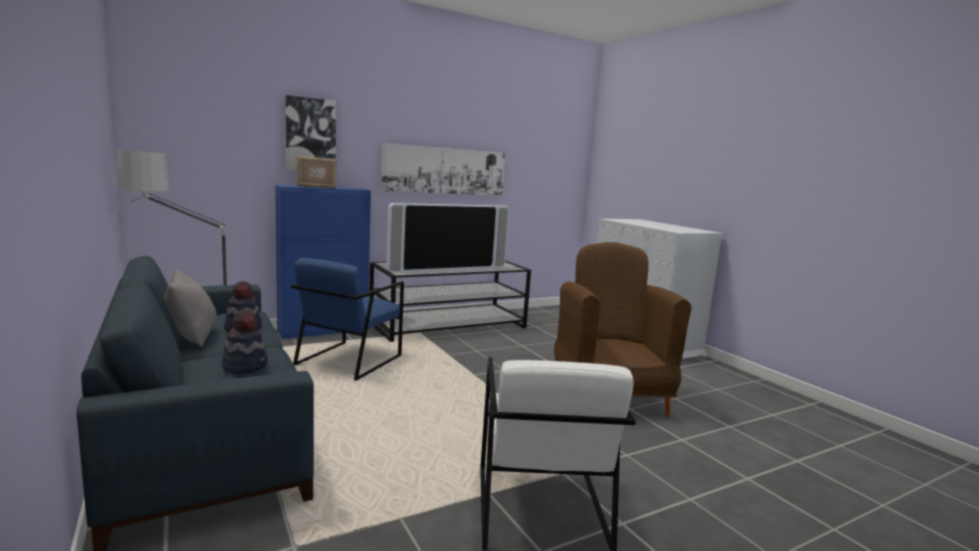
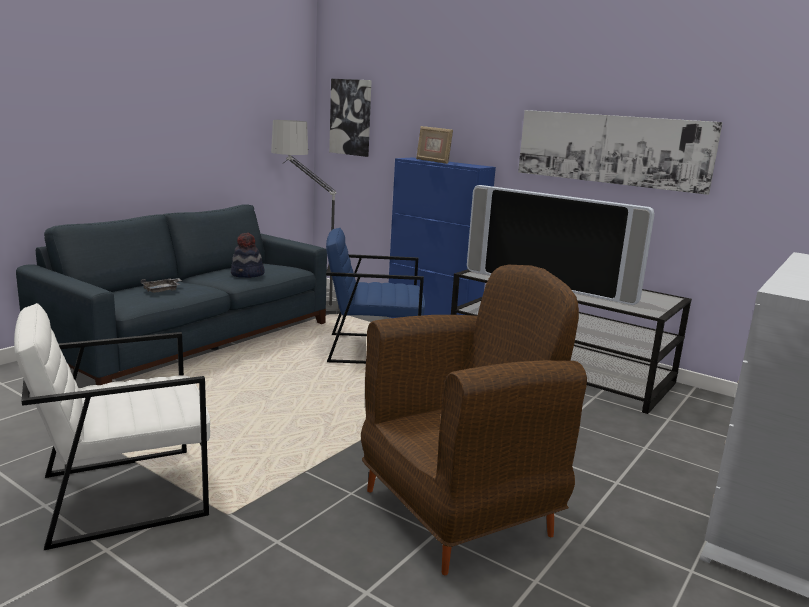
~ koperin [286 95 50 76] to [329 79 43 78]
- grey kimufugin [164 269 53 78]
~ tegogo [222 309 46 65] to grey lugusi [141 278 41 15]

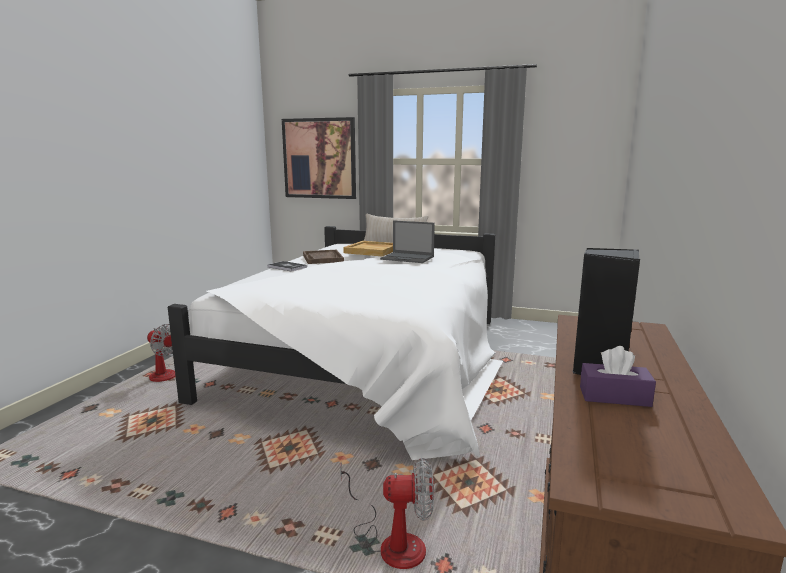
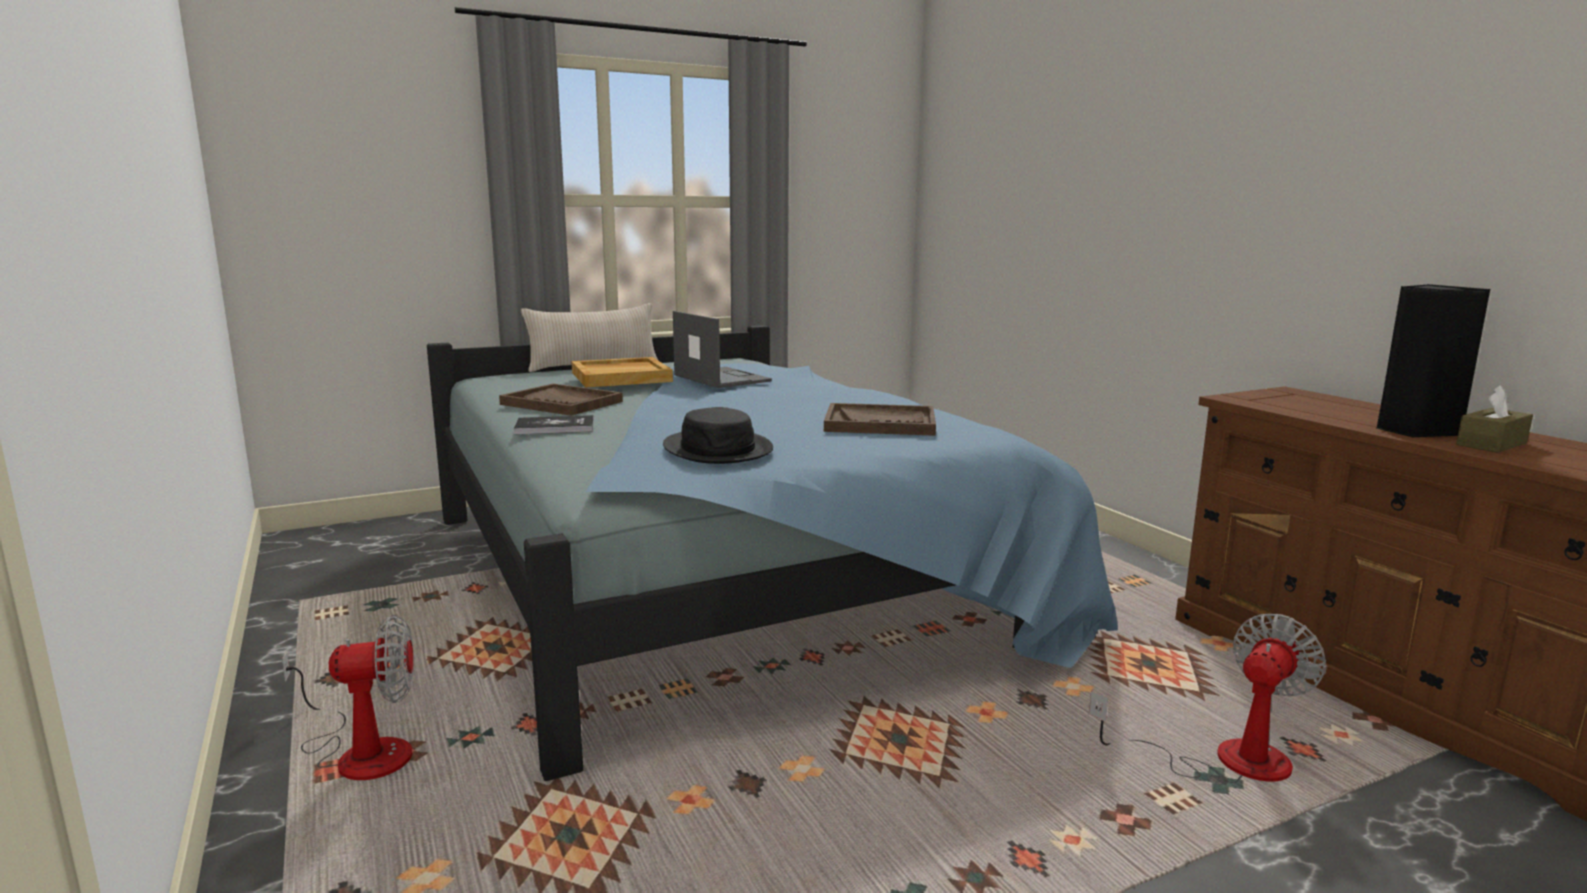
- koperin [282 117 74 82]
~ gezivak [380 220 55 43] = [673 311 99 77] 105 degrees counterclockwise
~ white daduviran [168 226 335 234] to blue daduviran [427 325 691 456]
~ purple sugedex [580 346 76 61] to brown sugedex [1456 385 77 68]
+ brown lugusi [824 403 112 33]
+ black tegogo [663 407 110 57]

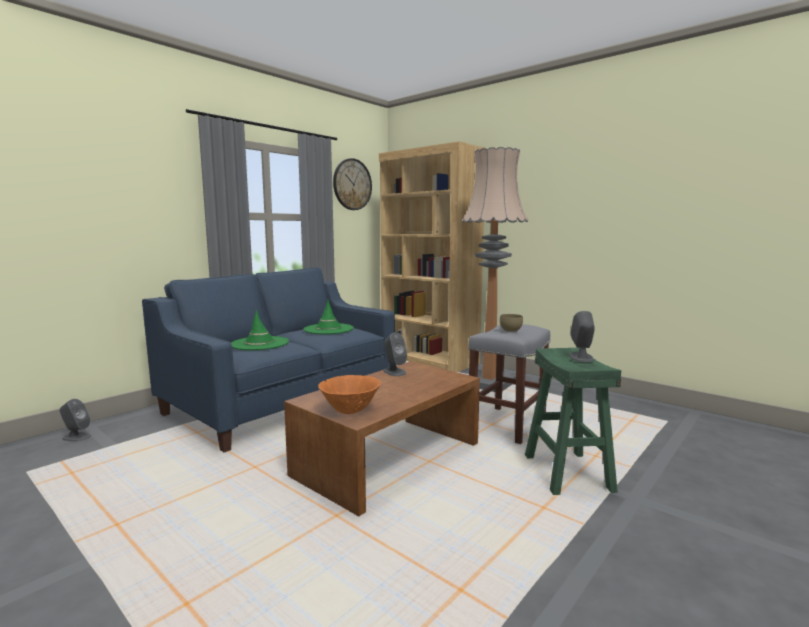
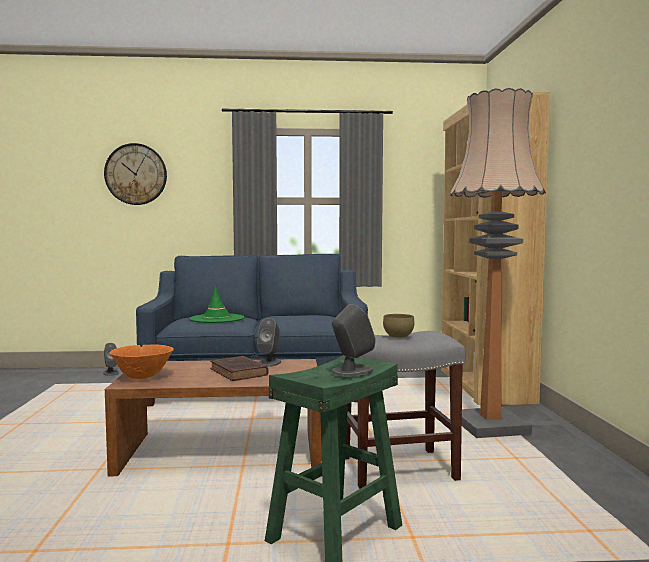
~ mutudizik [333 158 39 52] to [104 143 63 62]
- green tegogo [303 300 51 34]
+ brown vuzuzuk [210 356 58 25]

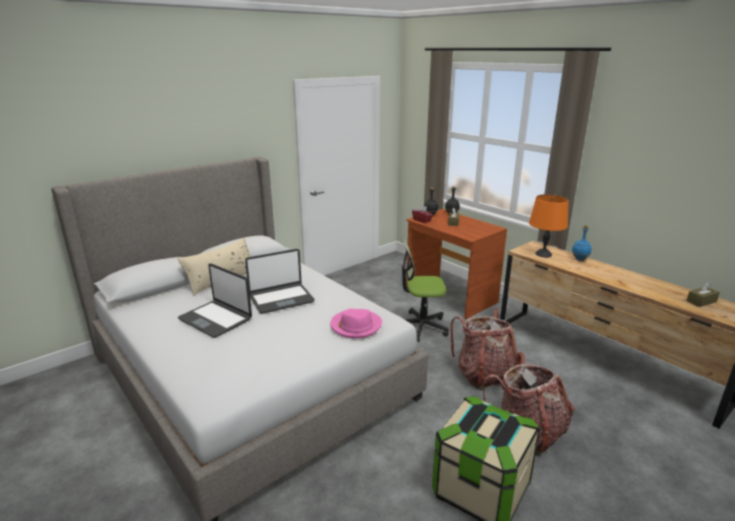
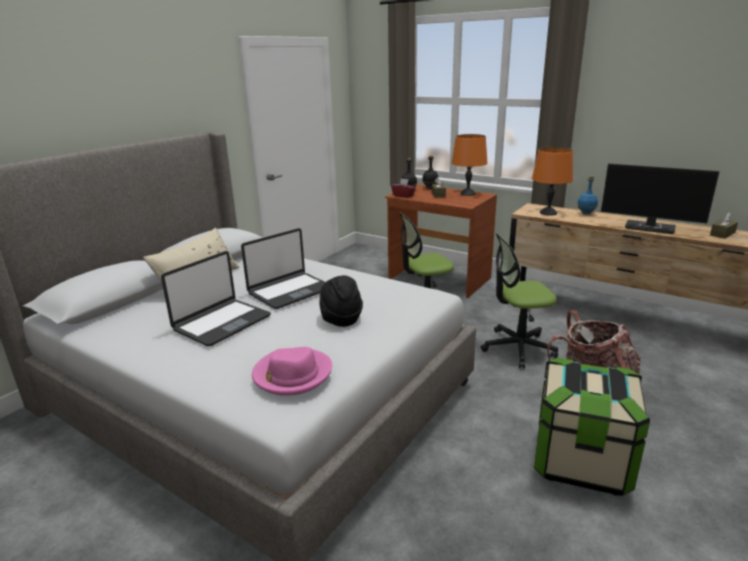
~ gezivak [178 263 74 75] = [161 251 110 95] 75 degrees counterclockwise
~ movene [450 308 68 82] to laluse [481 233 77 136]
~ pink tegogo [330 309 52 30] to [252 347 80 49]
+ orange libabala [452 134 36 62]
+ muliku [601 163 119 71]
+ black tegogo [320 275 43 52]

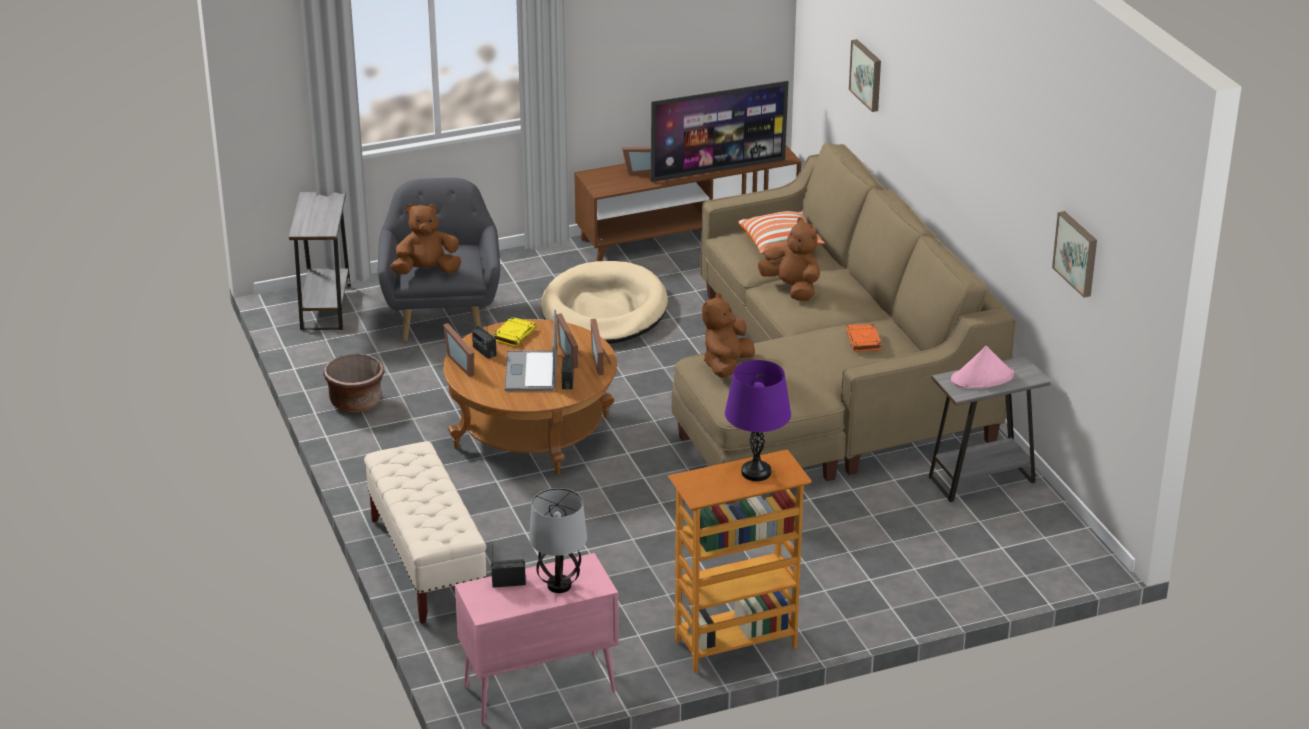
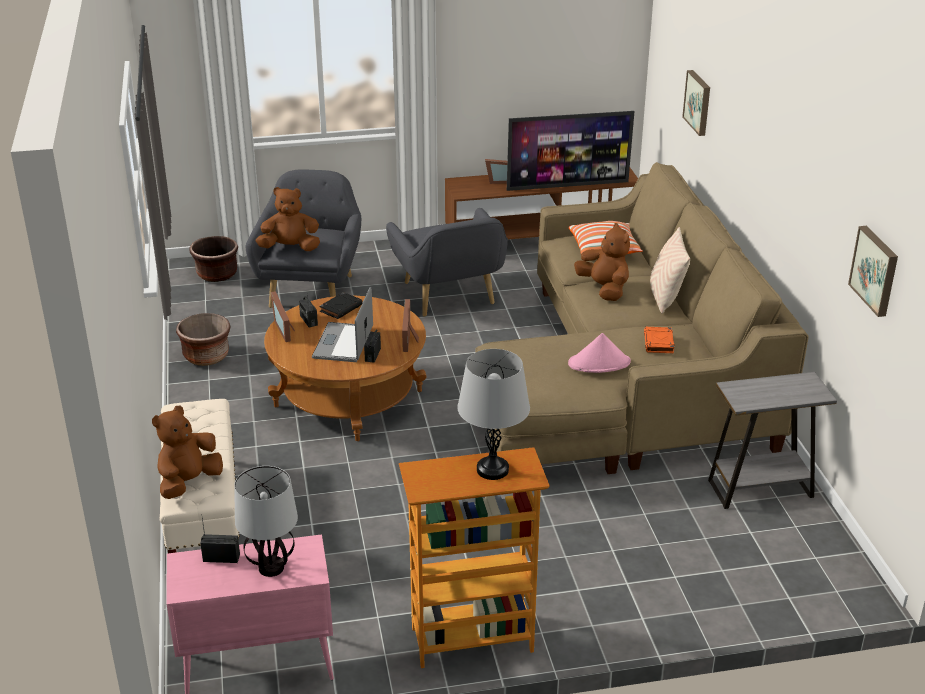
~ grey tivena [289 192 62 138] to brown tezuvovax [189 236 49 46]
~ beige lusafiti [541 261 127 83] to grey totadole [386 208 122 109]
~ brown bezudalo [702 293 53 85] to [152 406 71 93]
- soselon [556 313 26 56]
~ yellow vuzuzuk [492 317 44 30] to black vuzuzuk [319 292 44 27]
~ pink tegogo [951 346 63 42] to [568 333 63 40]
~ purple libabala [725 360 66 121] to grey libabala [457 349 73 131]
+ beige kimufugin [650 227 40 87]

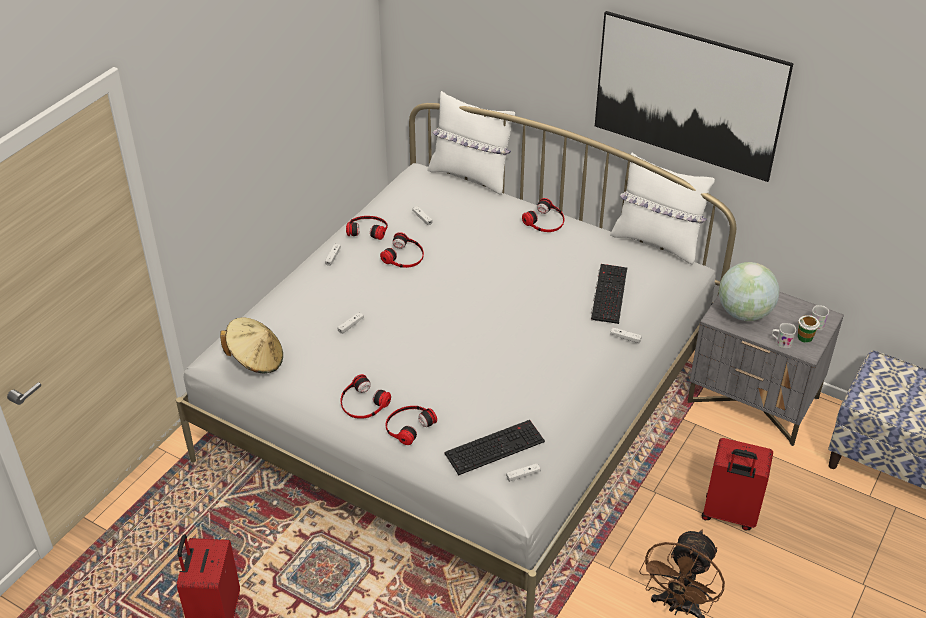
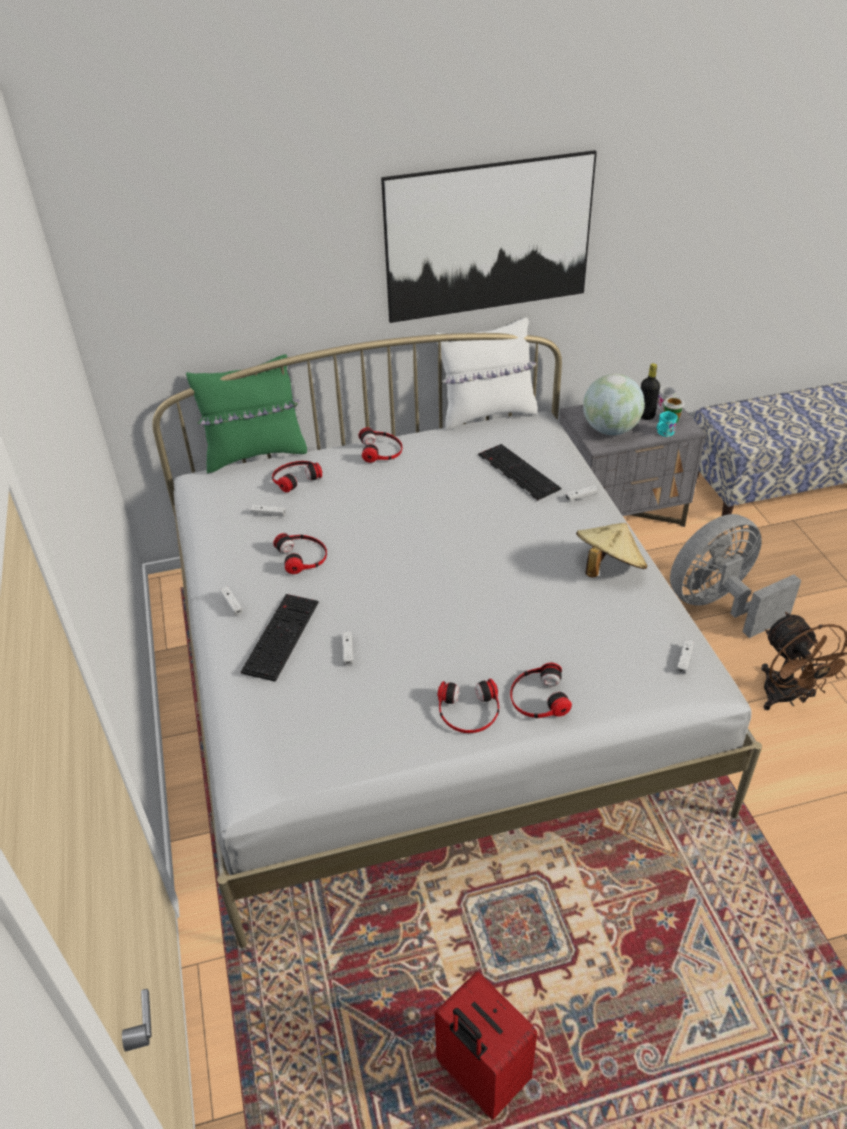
~ white kimufugin [427 91 88 104] to green kimufugin [186 354 121 120]
~ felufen [346 216 42 24] to [272 461 50 32]
~ beige tegogo [220 317 63 57] to [576 523 71 54]
~ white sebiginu [772 323 24 25] to turquoise sebiginu [657 411 21 26]
~ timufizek [444 420 101 55] to [241 594 78 88]
~ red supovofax [702 438 71 93] to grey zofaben [670 514 131 124]
+ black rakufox [641 363 19 57]

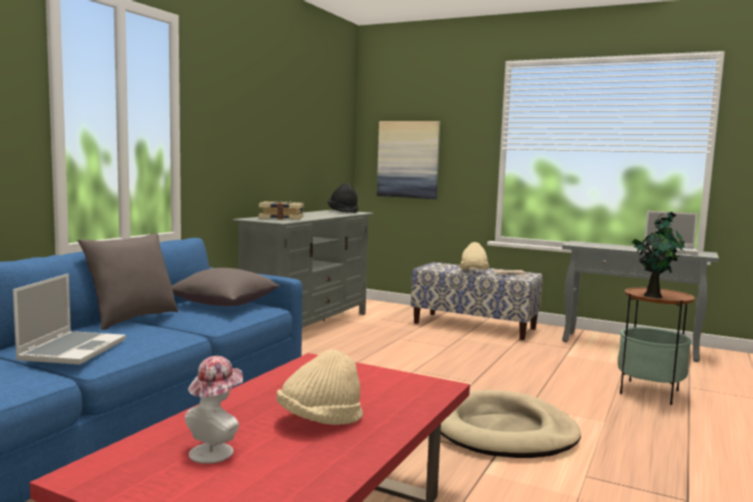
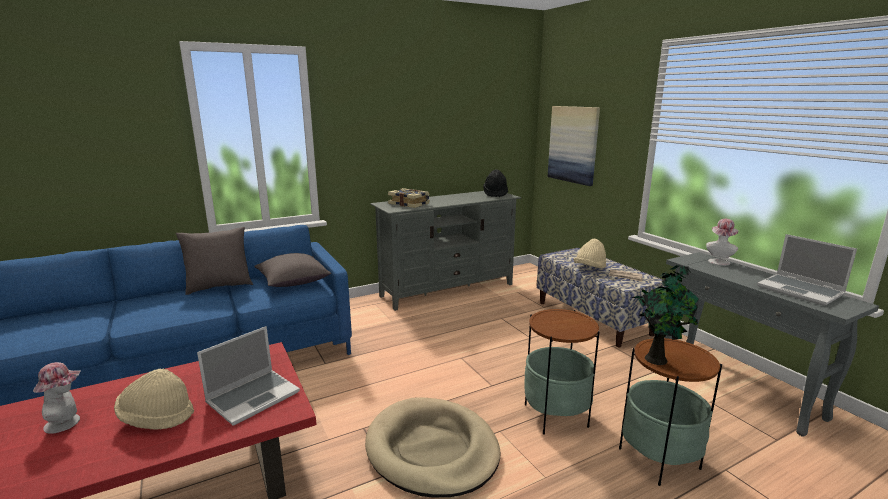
~ gezivak [13 274 113 91] to [197 326 103 100]
+ tegogo [706 219 32 47]
+ tivena [524 309 75 126]

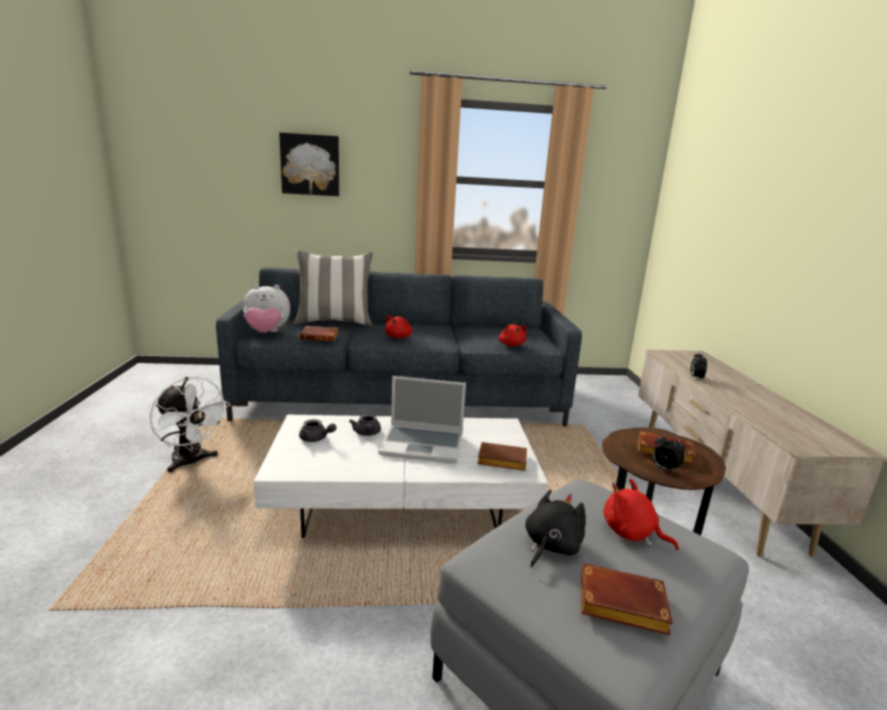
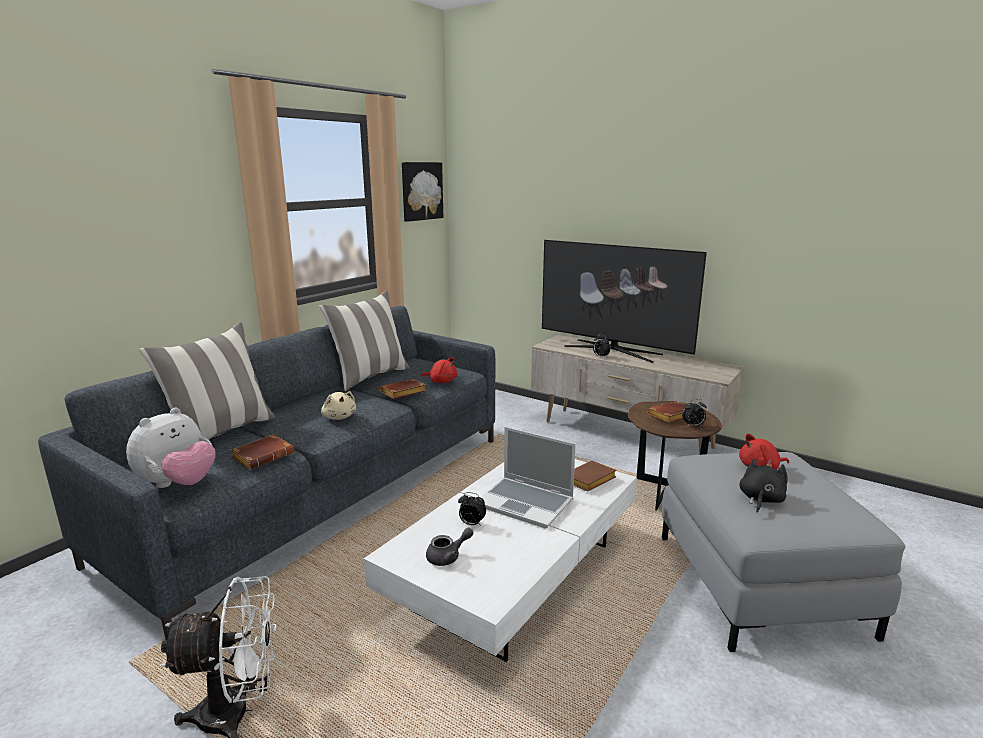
~ koperin [279 132 60 64] to [402 162 41 60]
~ red bezudalo [385 315 27 23] to beige bezudalo [321 392 35 28]
~ gezivak [379 376 87 87] = [481 427 95 102] 75 degrees clockwise
~ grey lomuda [349 414 32 22] to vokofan [458 492 28 34]
~ black bezudalo [525 489 61 79] = [739 458 49 55] 45 degrees clockwise
~ brown vuzuzuk [581 564 92 71] to [380 379 46 20]
+ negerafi [542 240 165 123]
+ kimufugin [319 290 91 101]

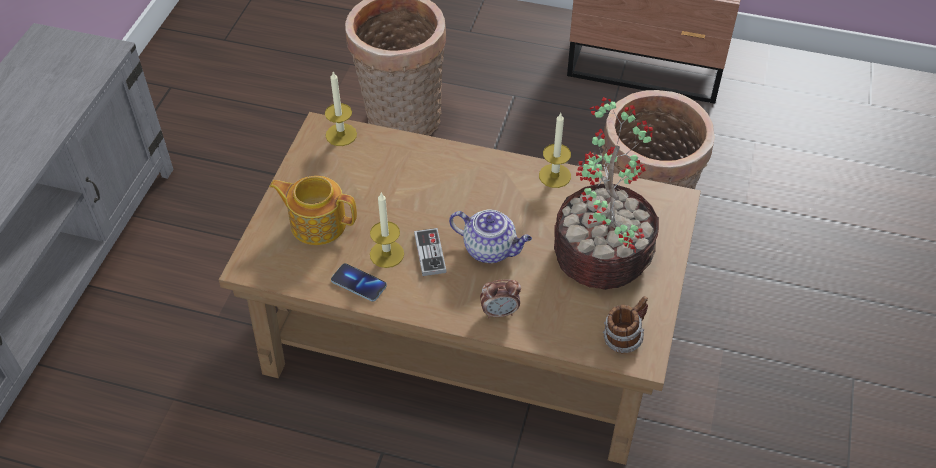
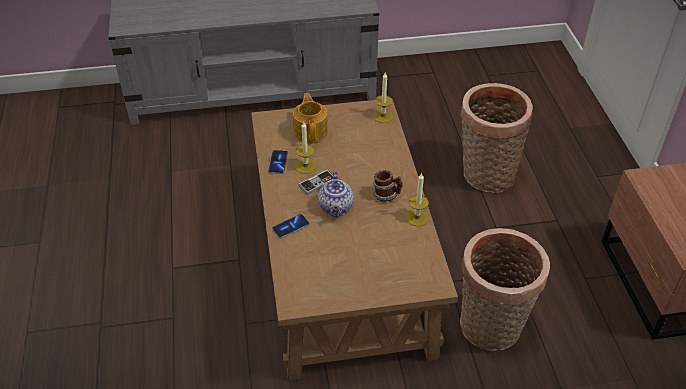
- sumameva [554 97 105 193]
~ vokofan [480 279 41 39] to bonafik [272 214 37 25]
~ sebiginu [603 296 45 57] to [373 170 30 32]

